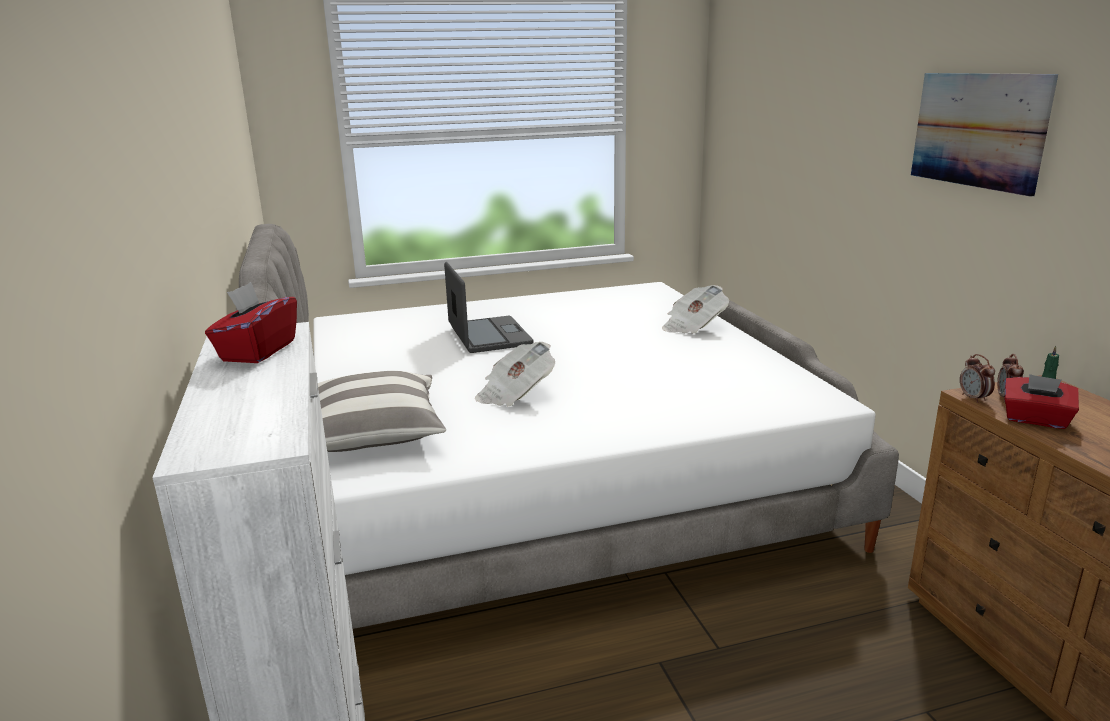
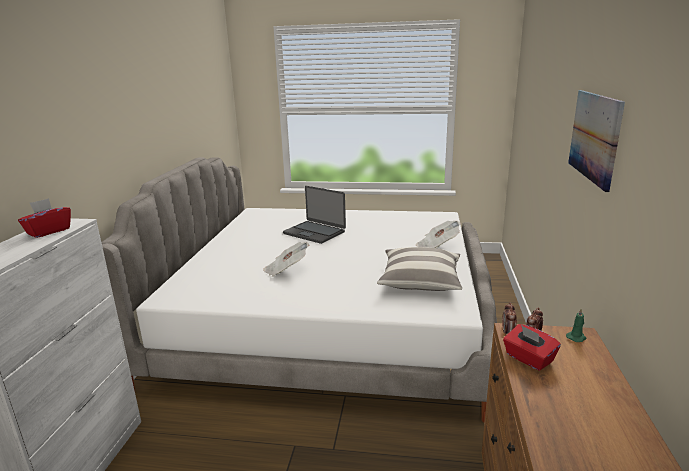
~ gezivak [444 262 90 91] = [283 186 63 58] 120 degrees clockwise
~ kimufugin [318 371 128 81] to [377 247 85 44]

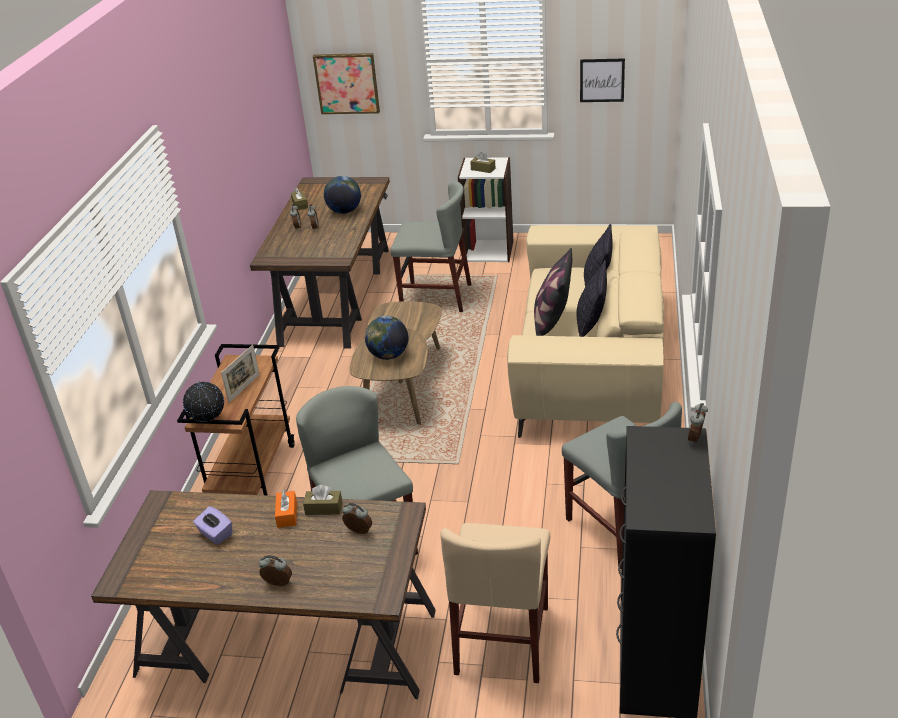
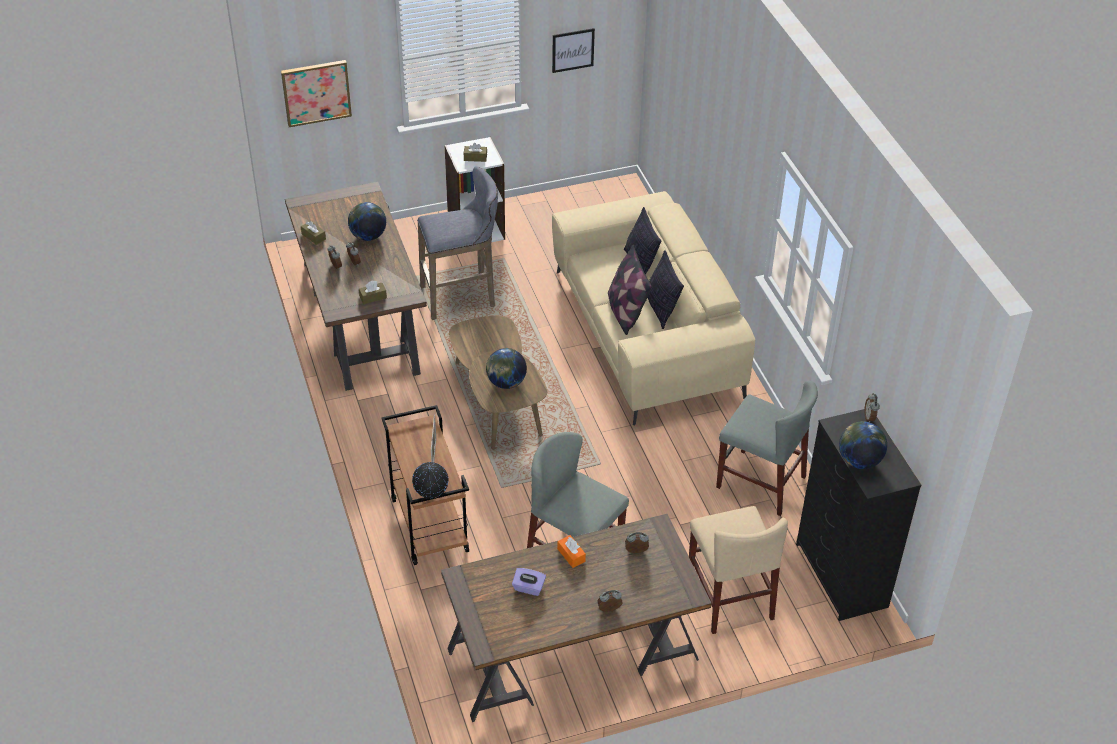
~ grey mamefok [391 181 80 131] to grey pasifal [417 166 81 154]
~ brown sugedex [303 485 39 30] to [359 281 28 23]
+ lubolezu [839 421 48 48]

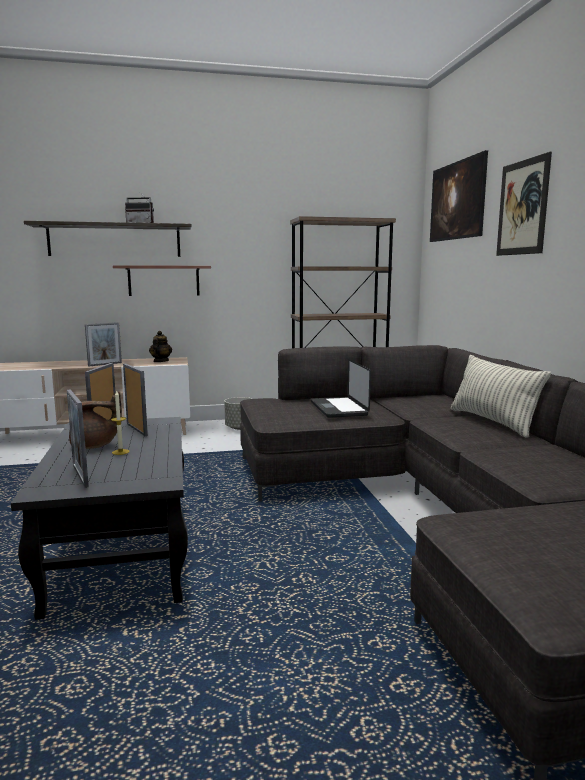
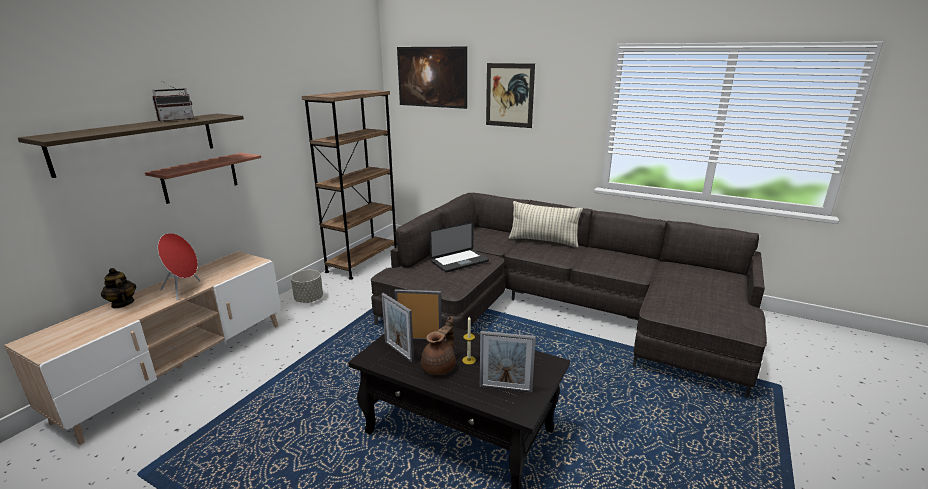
~ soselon [85 322 37 44] to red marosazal [158 233 42 67]
~ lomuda [149 331 23 31] to [101 268 35 40]
~ gezivak [311 359 60 59] = [429 222 60 51] 60 degrees counterclockwise

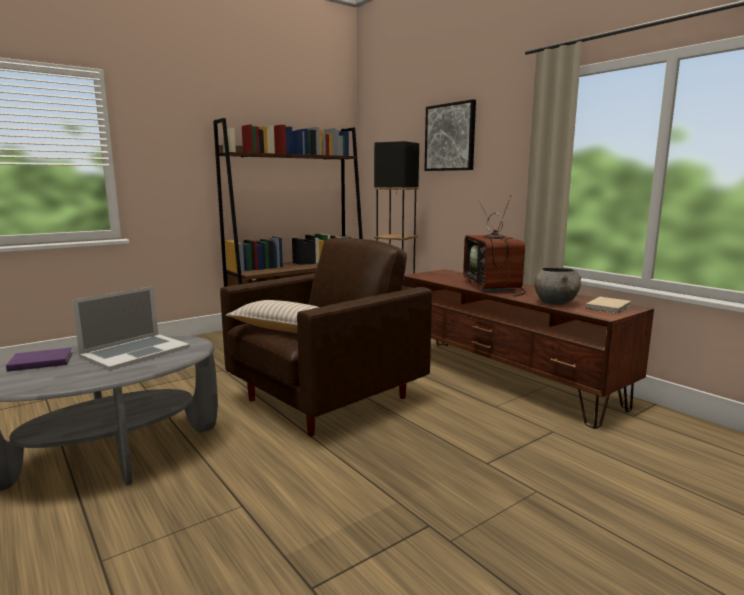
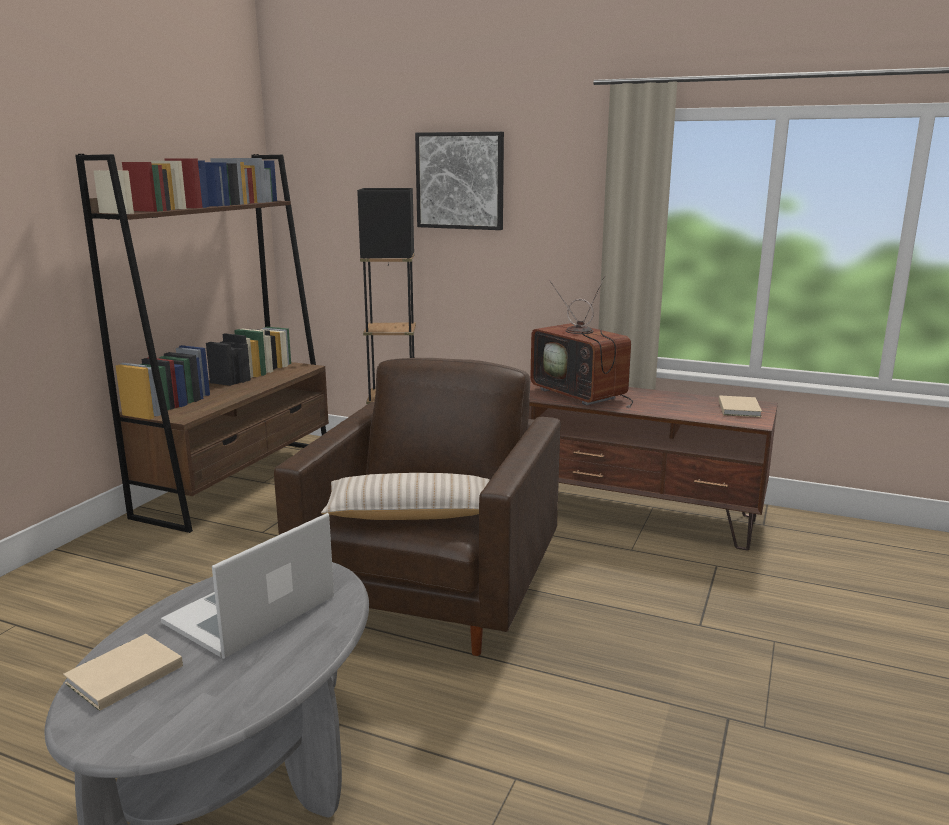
- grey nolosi [534 268 48 37]
~ gezivak [72 286 118 84] = [161 513 173 146] 150 degrees counterclockwise
~ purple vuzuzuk [6 348 66 24] to beige vuzuzuk [63 634 120 77]

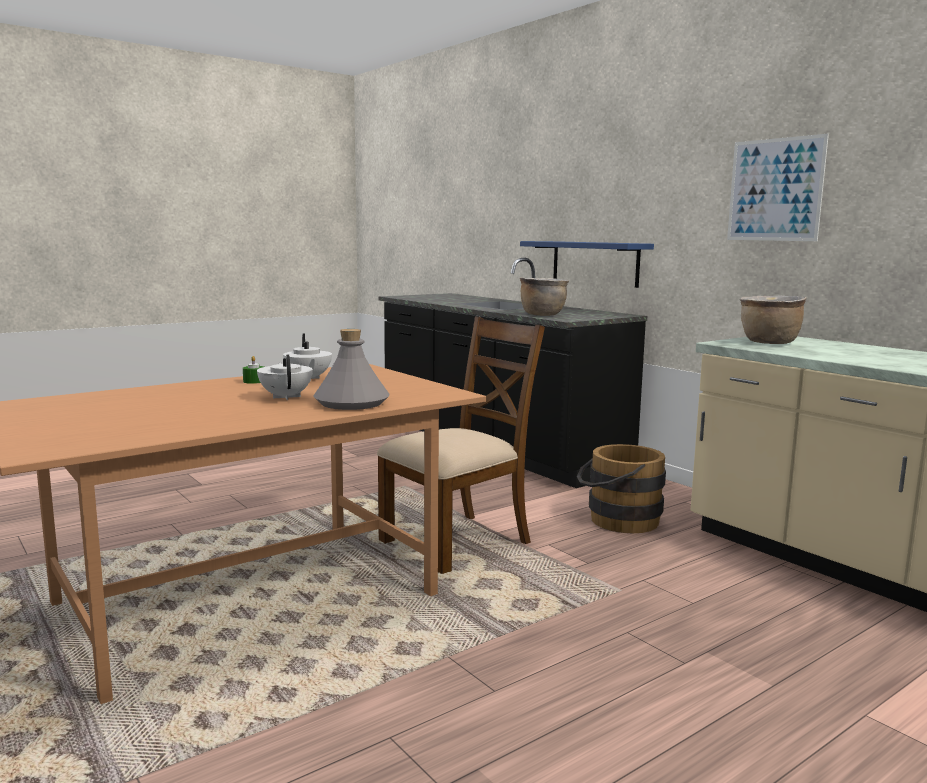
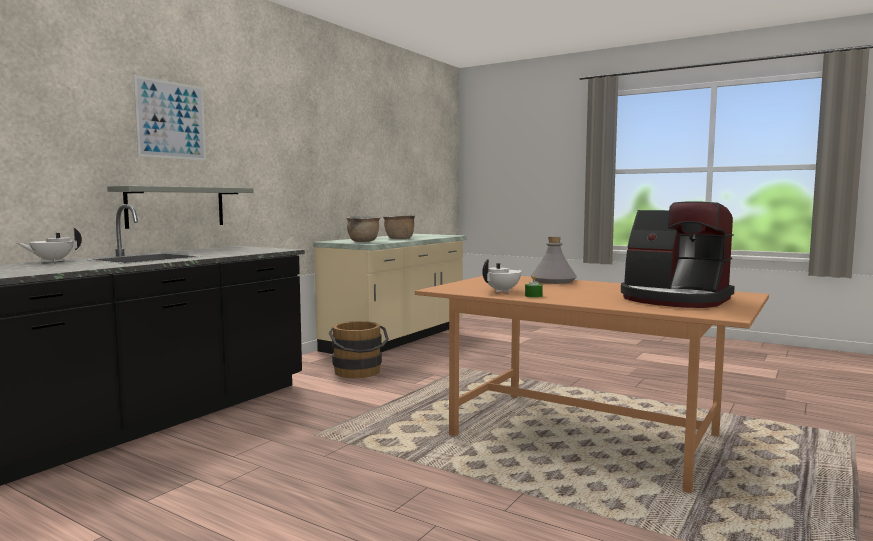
~ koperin [727 134 102 107] to [133 75 73 86]
~ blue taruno [520 241 134 47] to grey taruno [107 186 146 43]
~ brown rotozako [520 278 49 38] to [383 215 32 24]
- brown mamefok [377 316 168 258]
~ white lomuda [257 355 56 45] to [17 228 65 34]
+ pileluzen [621 201 114 107]

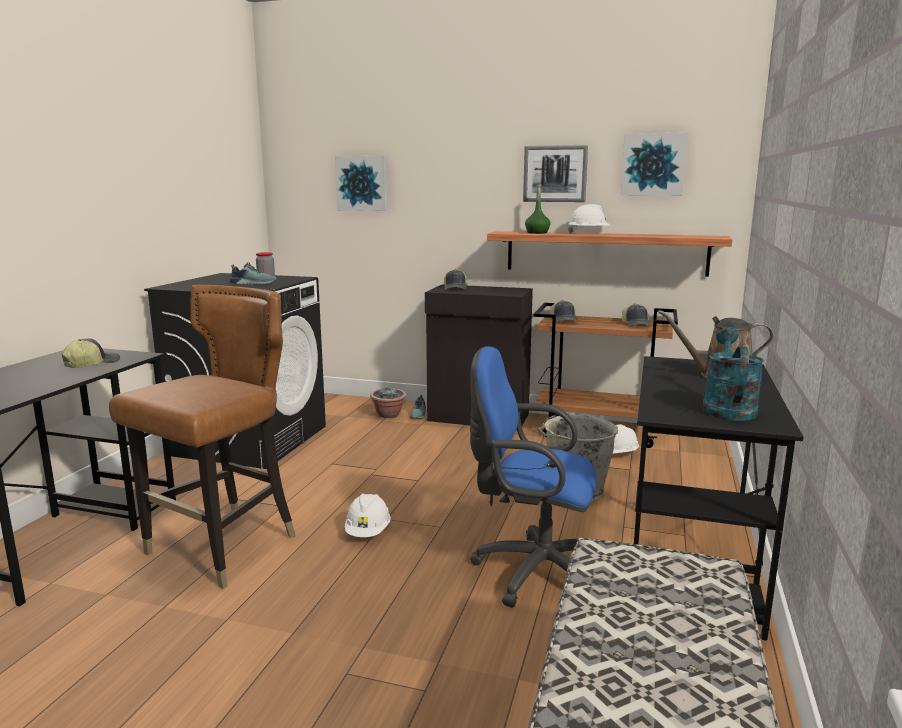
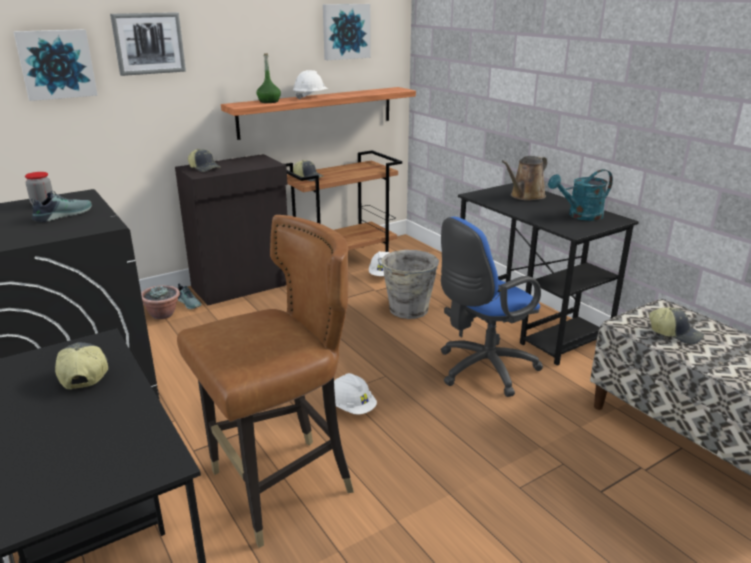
~ koperin [523 145 65 57] to [110 12 76 64]
~ brown mamefok [109 285 187 304] = [177 215 177 333] 75 degrees clockwise
~ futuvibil [622 303 29 24] to [649 307 55 37]
~ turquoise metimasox [703 327 61 94] = [548 169 65 52] 75 degrees counterclockwise

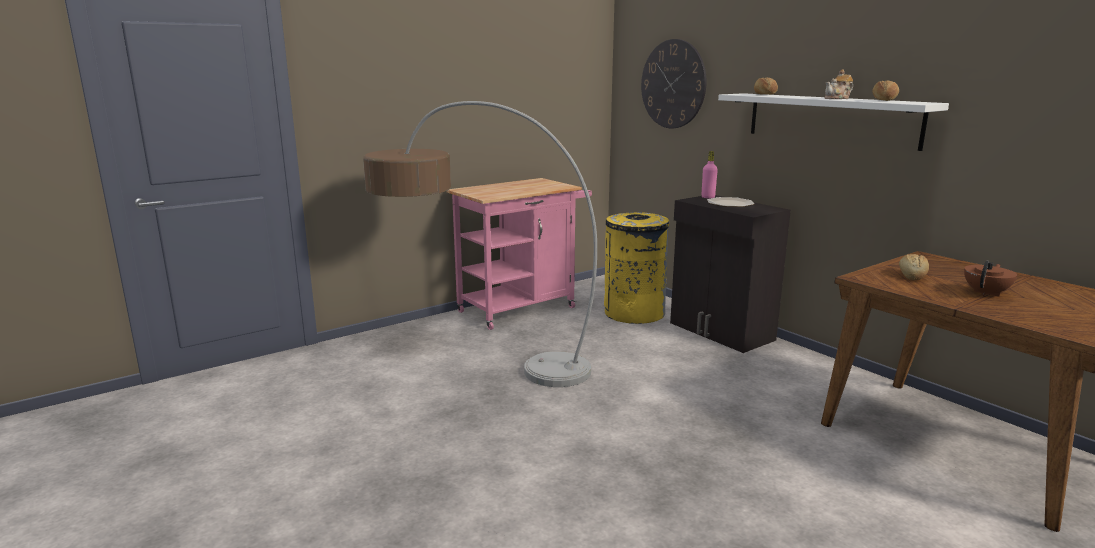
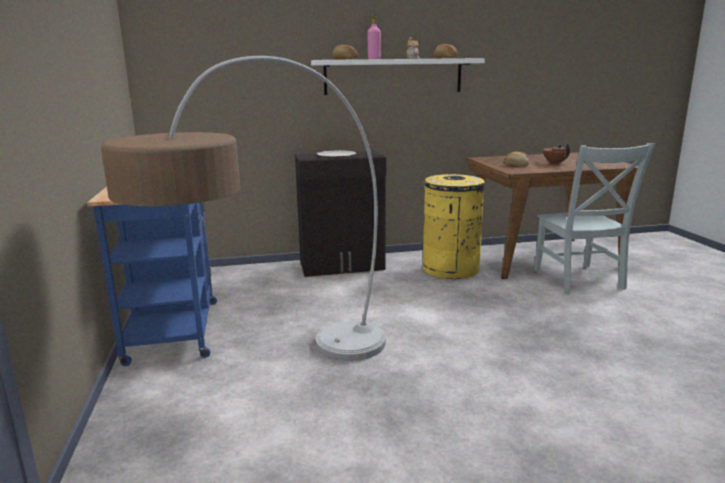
- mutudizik [641 39 66 89]
~ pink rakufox [701 151 17 47] to [367 15 14 44]
~ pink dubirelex [446 178 146 152] to blue dubirelex [87 187 130 179]
~ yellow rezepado [604 212 65 112] to [422 174 63 105]
+ grey mamefok [534 143 121 151]

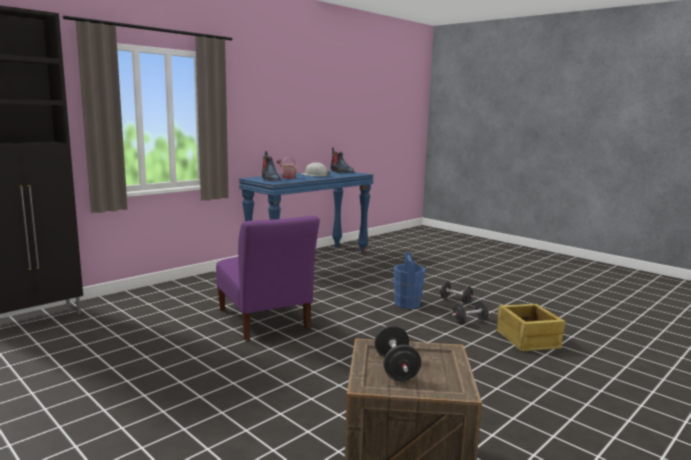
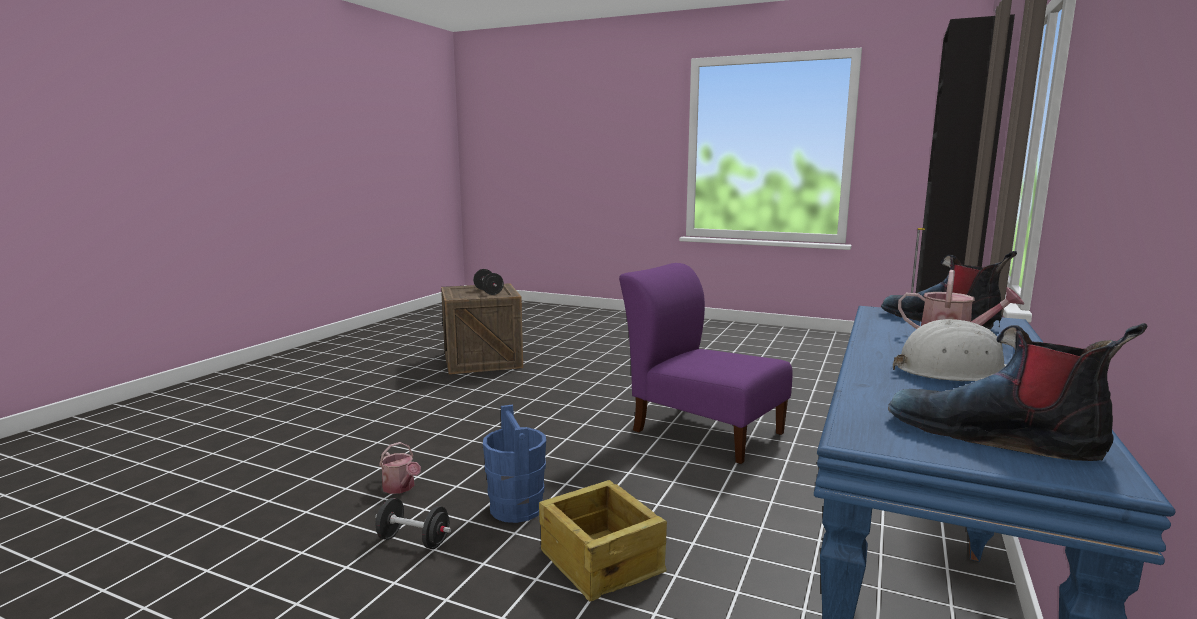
~ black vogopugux [452 301 37 23] to metimasox [379 442 42 52]
~ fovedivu [496 304 70 47] to [539 480 128 121]

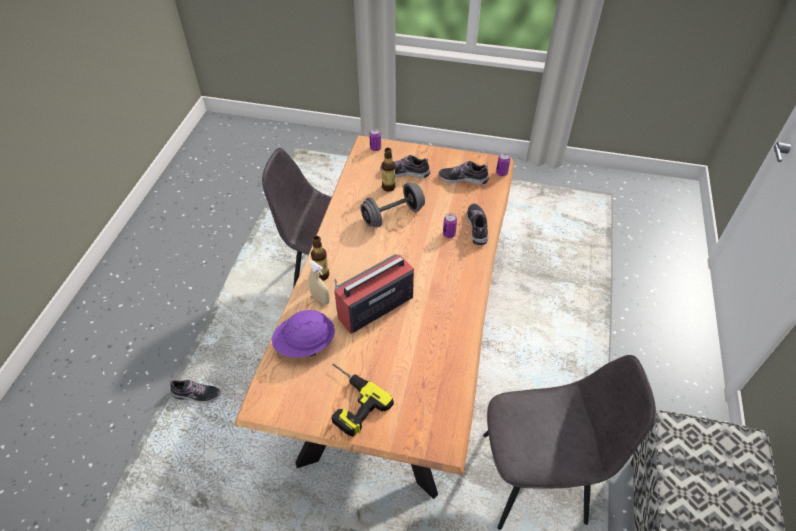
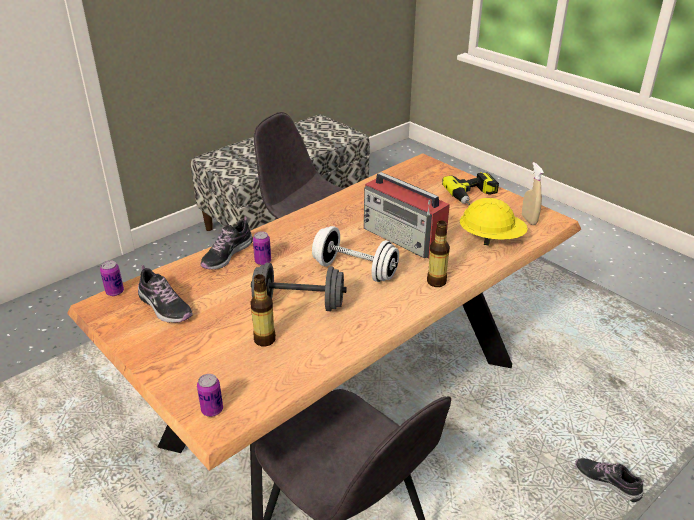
- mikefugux [380 155 50 23]
~ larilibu [334 254 80 80] = [364 172 86 87] 45 degrees clockwise
~ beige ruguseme [309 260 21 45] to [522 162 22 63]
~ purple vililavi [272 310 63 48] to yellow vililavi [460 198 68 48]
+ white vogopugux [312 226 87 56]

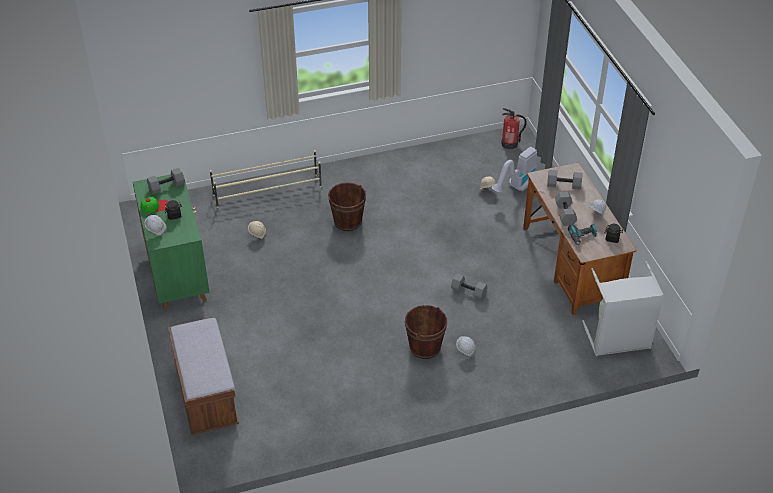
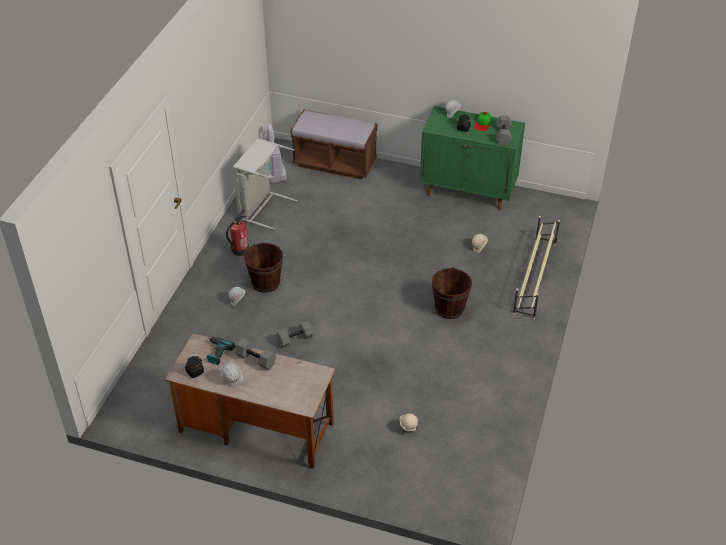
~ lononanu [501 108 26 41] to [226 209 23 47]
~ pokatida [492 147 45 46] to [264 123 23 60]
- grey vogopugux [547 170 35 19]
~ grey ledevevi [582 261 82 95] to [233 138 64 92]

